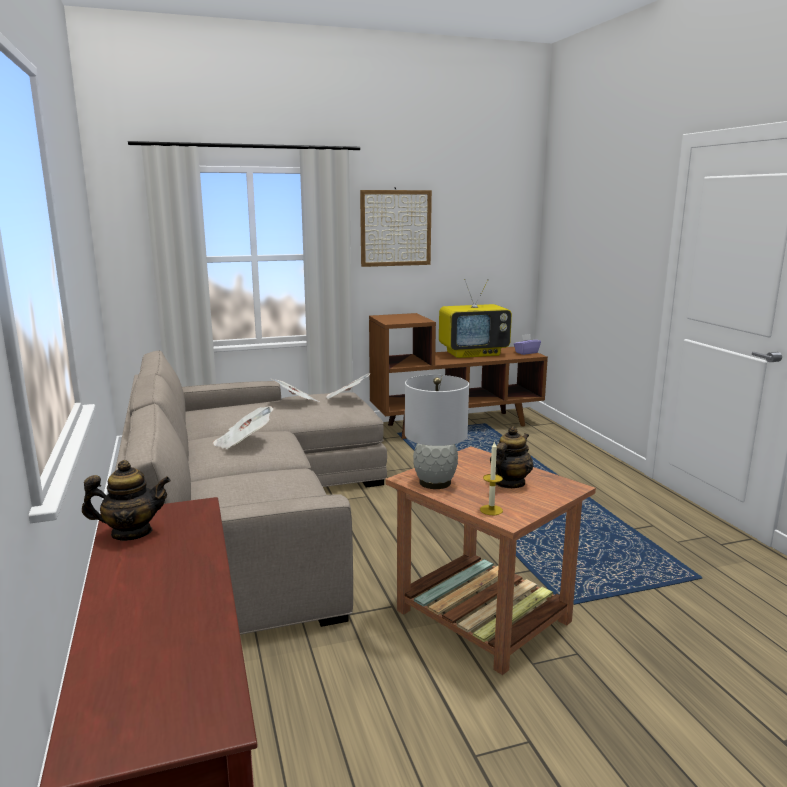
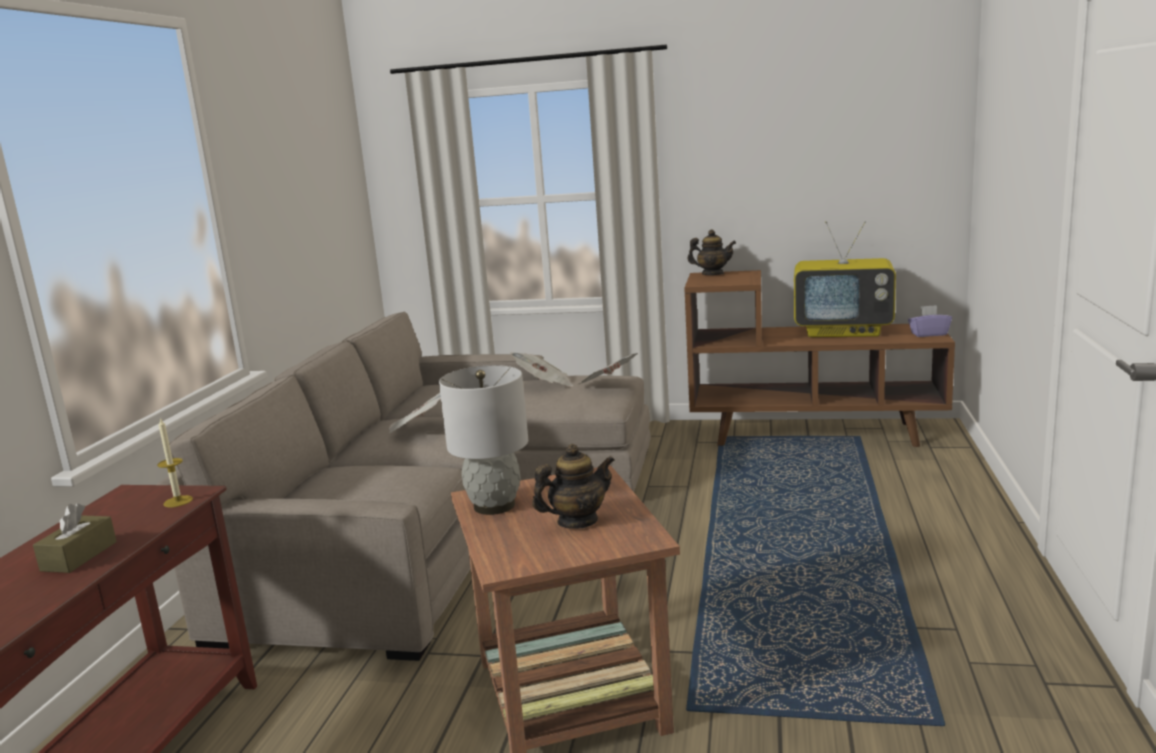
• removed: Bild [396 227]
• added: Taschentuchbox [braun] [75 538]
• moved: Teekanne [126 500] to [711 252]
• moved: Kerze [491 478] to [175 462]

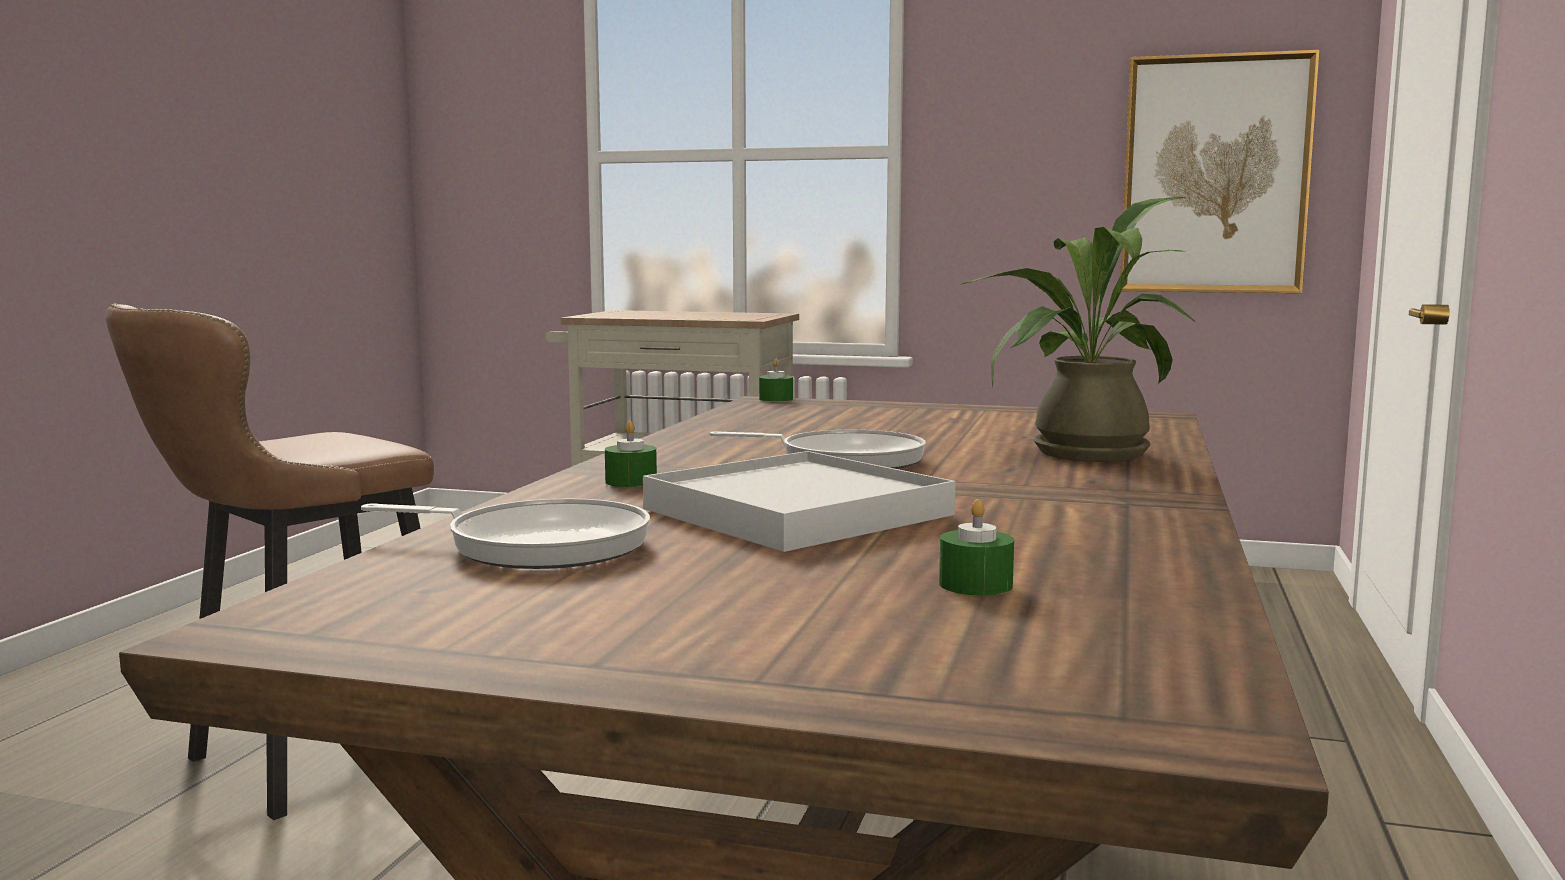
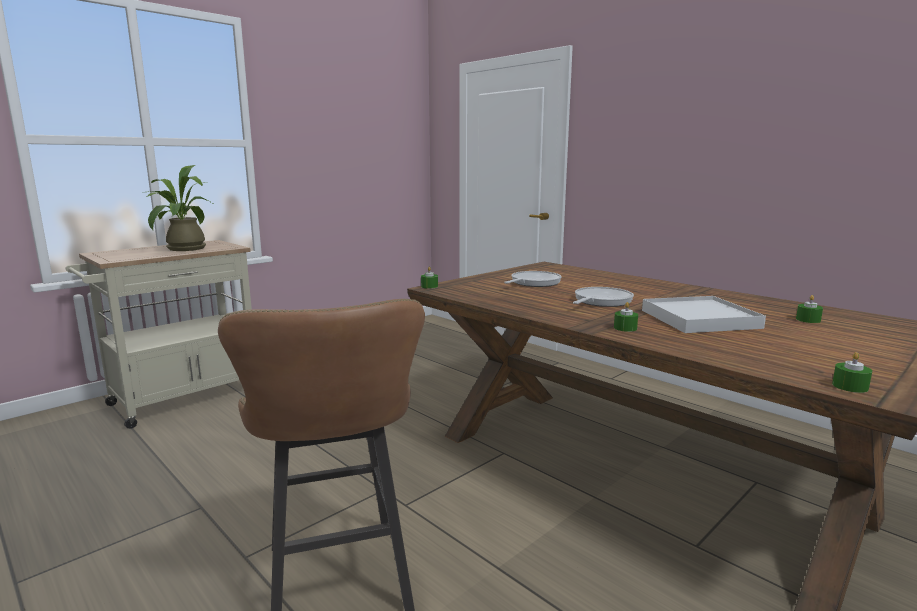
• removed: Bild [1219 171]
• added: Kerze [grün] [852 372]
• moved: Pfanne [505 534] to [533 279]
• moved: Topfpflanze [1077 329] to [179 208]

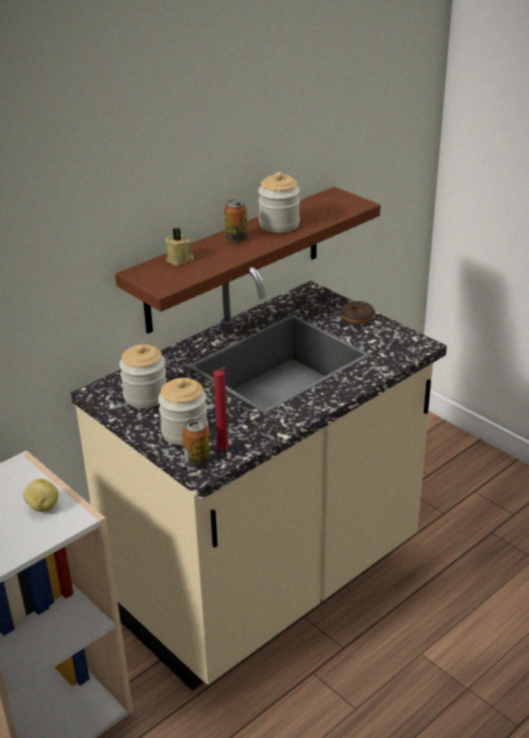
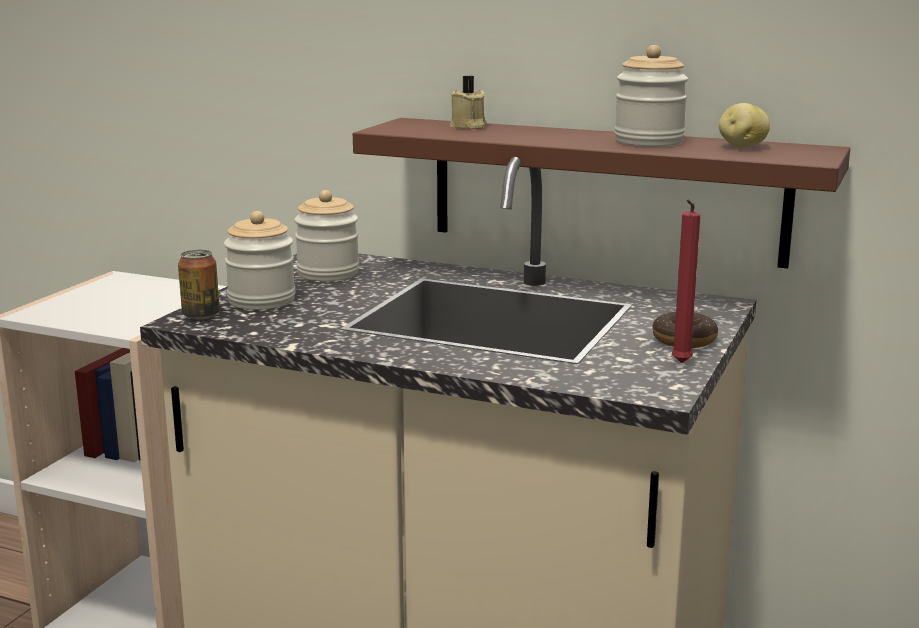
• removed: Dose [236 220]
• moved: Kartoffel [41 495] to [744 125]
• moved: Kerze [rot] [221 408] to [686 281]

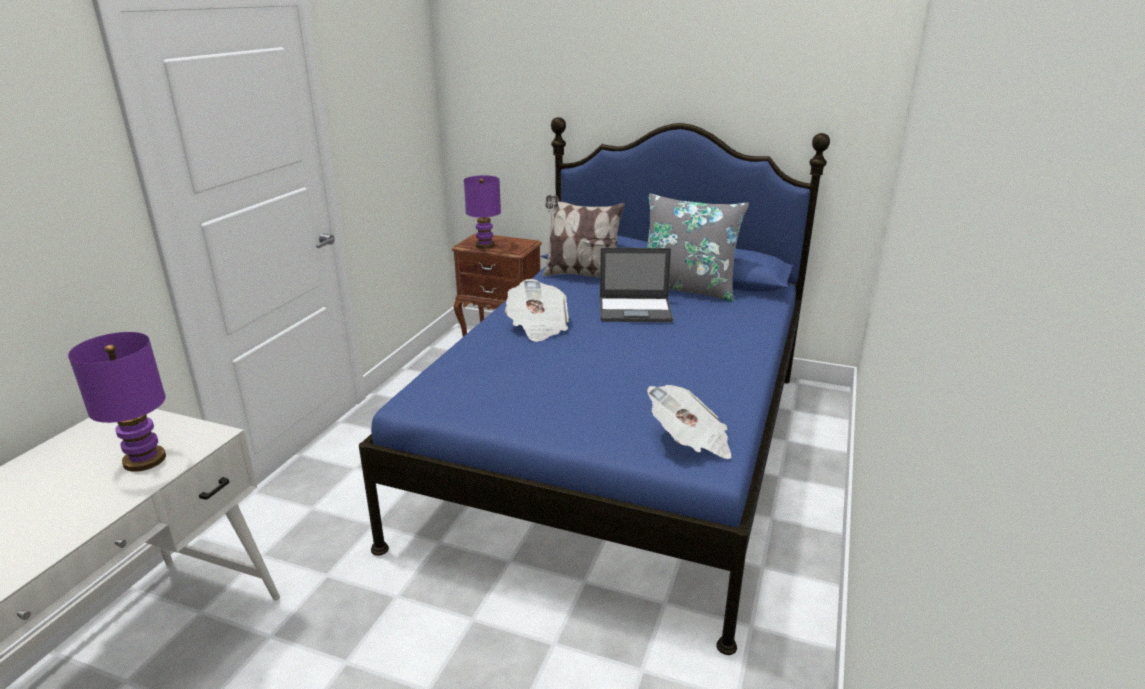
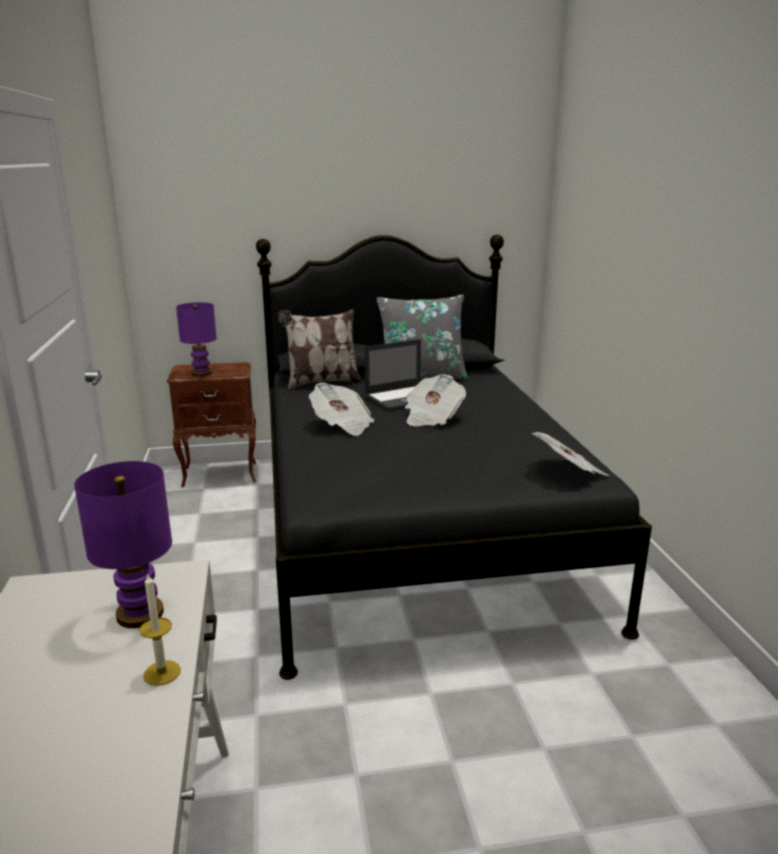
• added: Kerze [160 630]
• added: Zeitung [435 400]
• recoloured: Bett [blau] [594 386] to Bett [schwarz] [454 457]

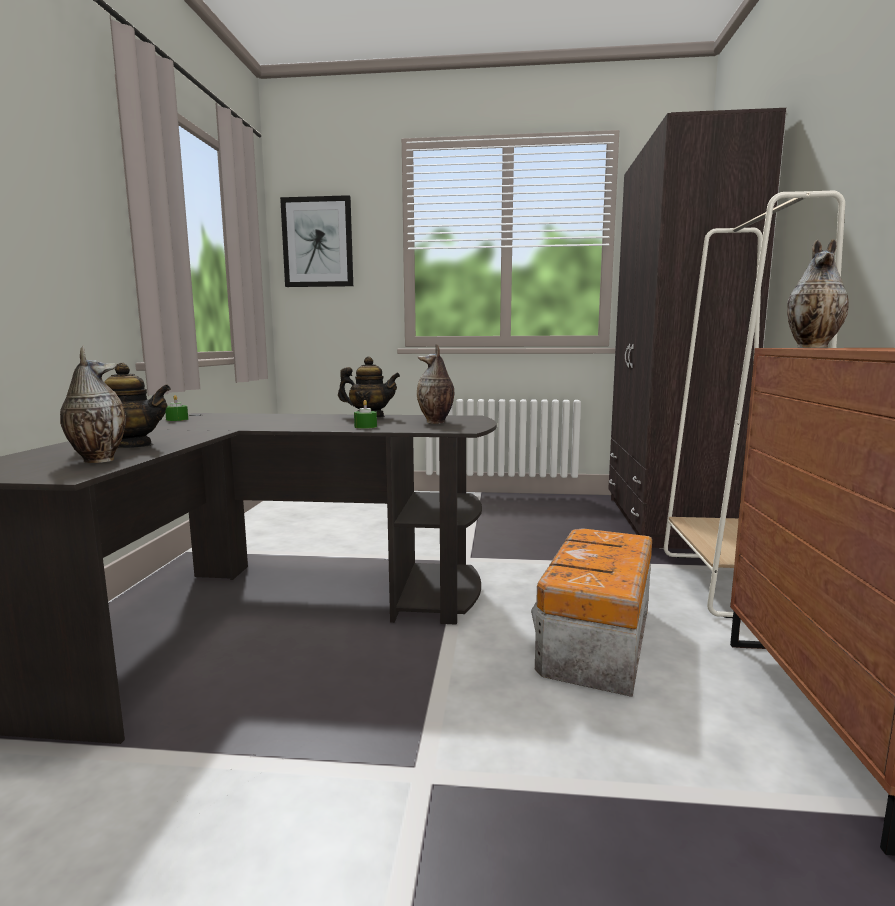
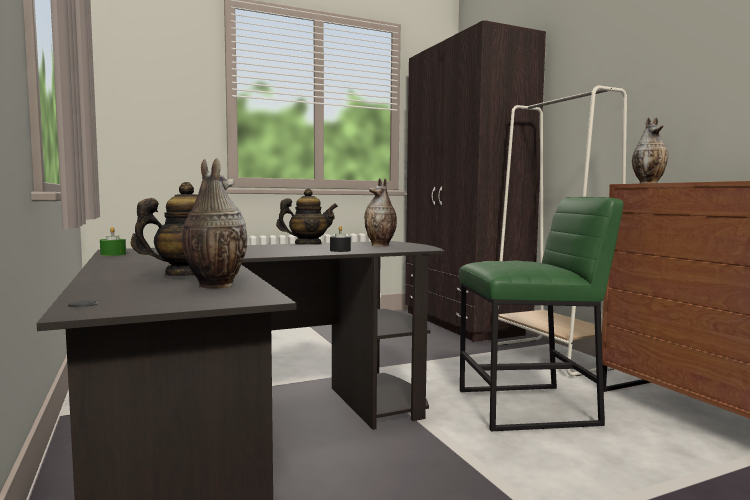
• removed: Bild [316 241]
• replaced: Aufbewahrungsbox [591 612] to Stuhl [grün] [541 314]
• recoloured: Kerze [grün] [365 414] to Kerze [schwarz] [340 239]

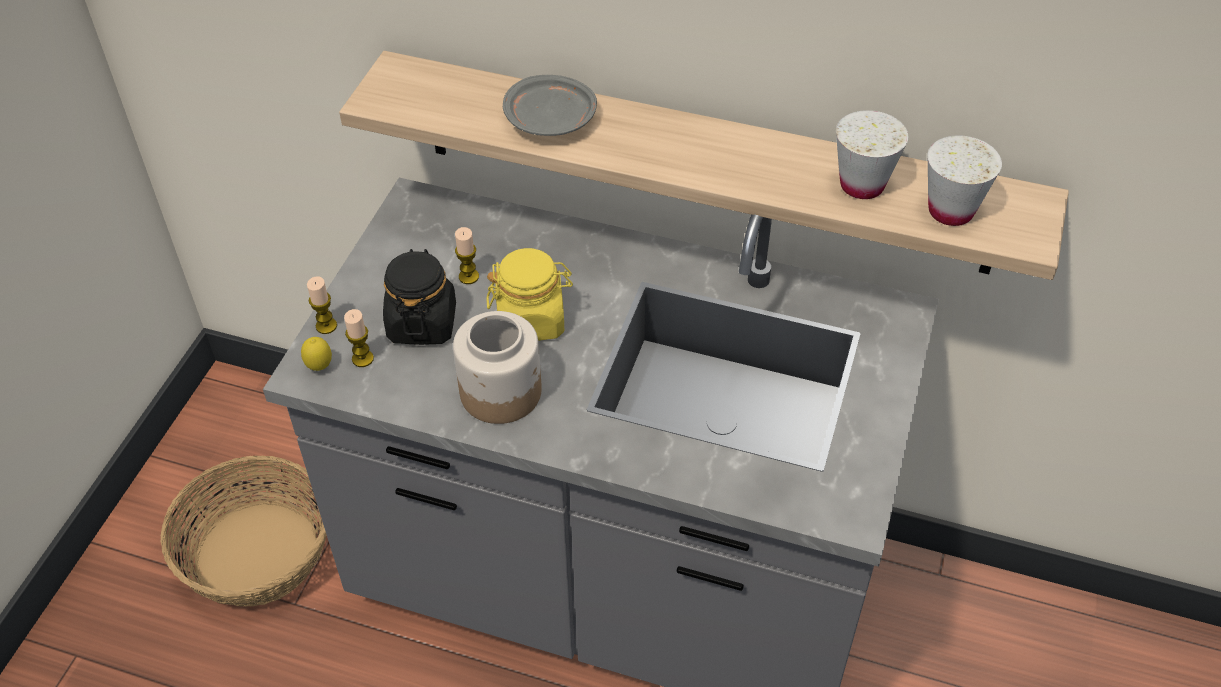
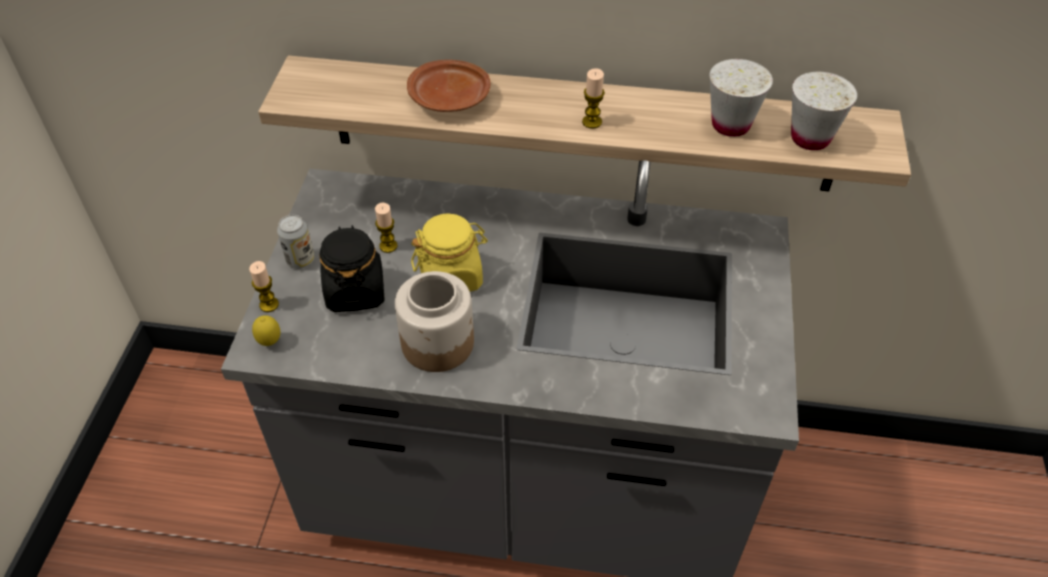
• removed: Korb [243 531]
• added: Dose [295 242]
• moved: Kerze [359 338] to [593 98]
• recoloured: Teller [grau] [550 105] to Teller [braun] [448 86]

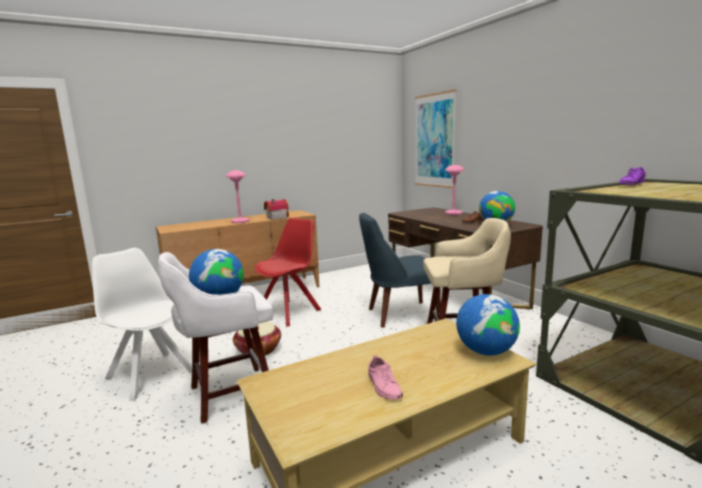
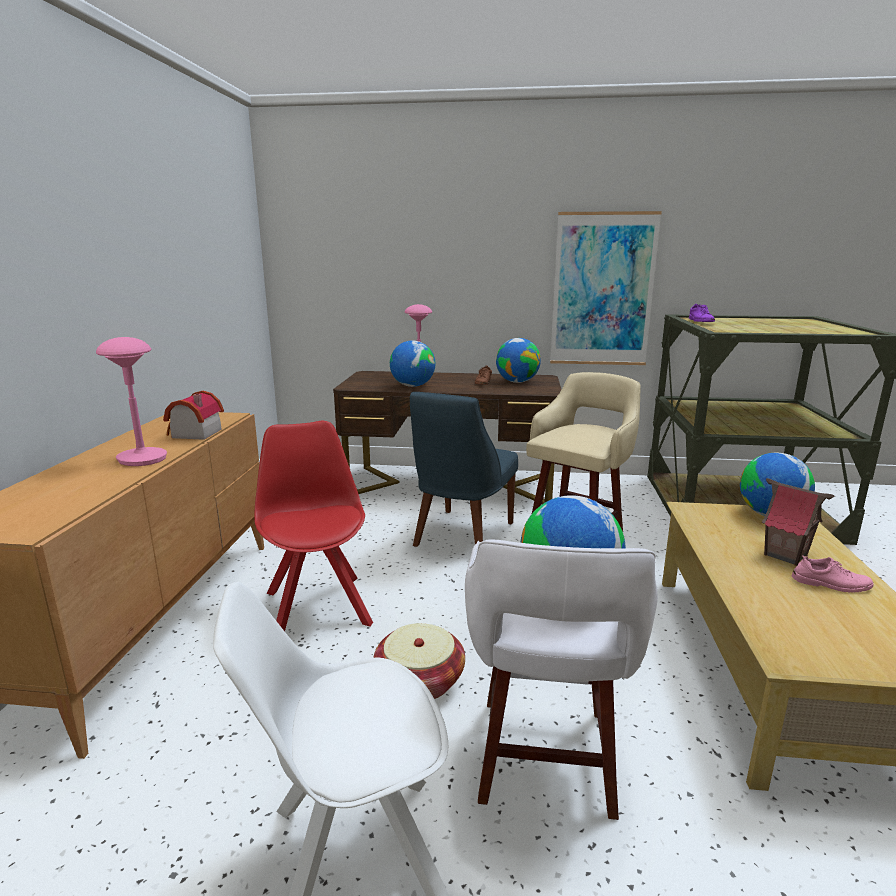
• added: Globus [412 364]
• added: Spielzeughaus [798 522]
• moved: Bild [436 138] to [606 288]

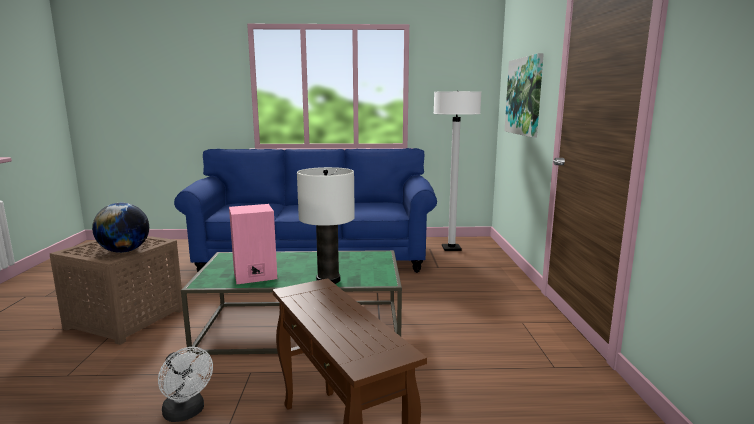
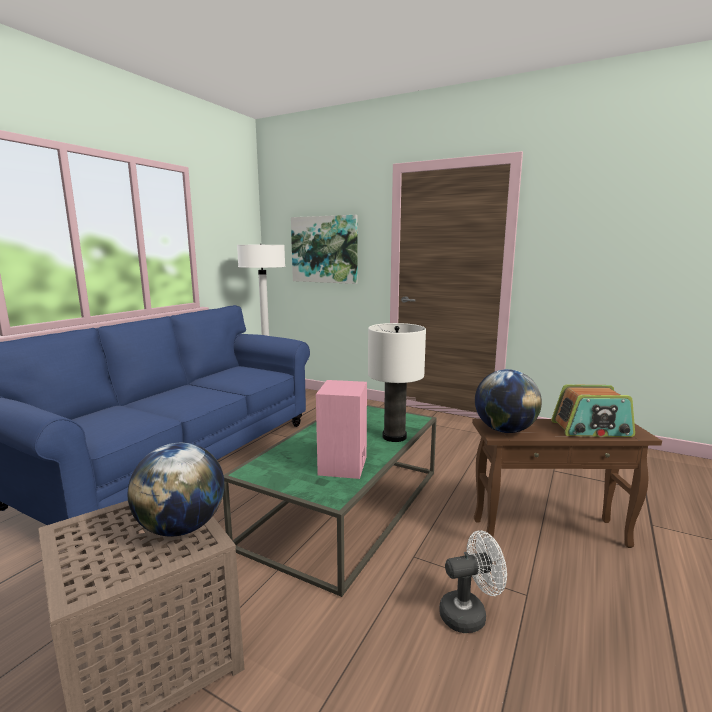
• added: Globus [508 401]
• added: Radio [593 410]

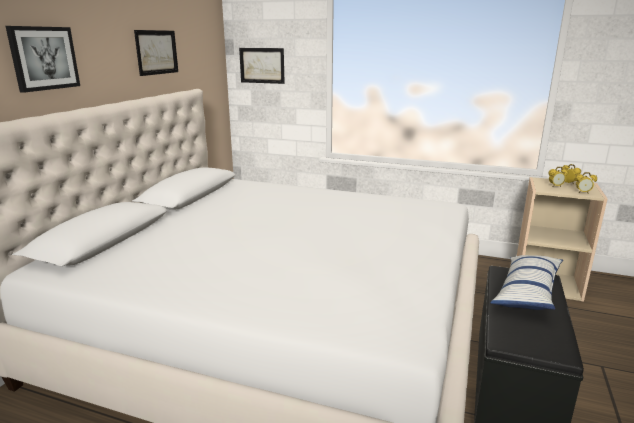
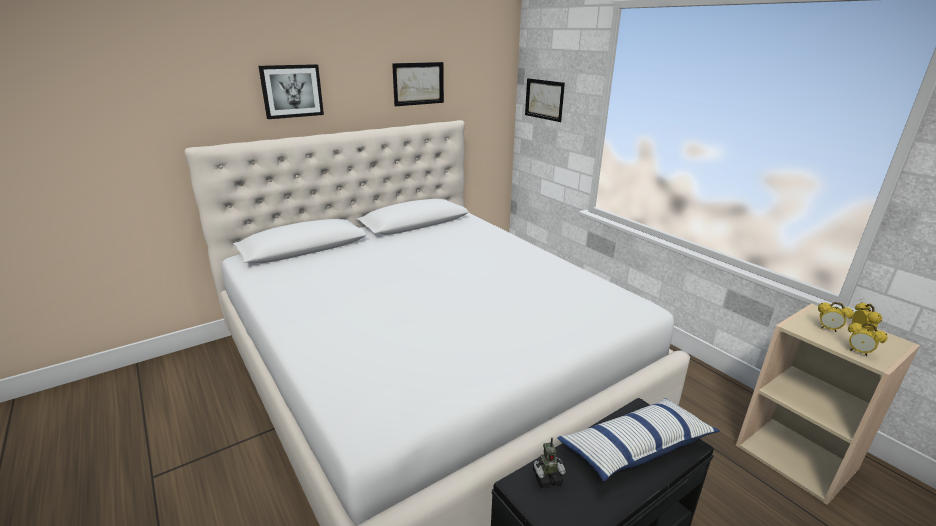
• added: Spielzeugroboter [549 462]

